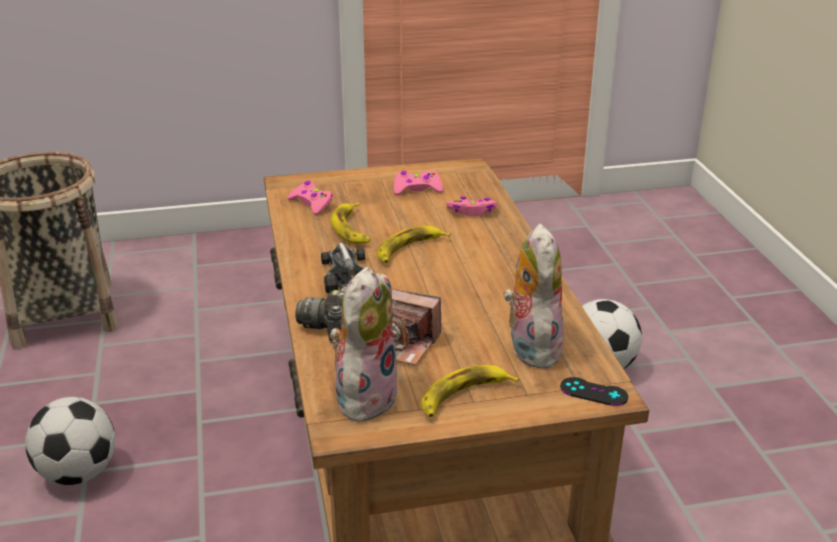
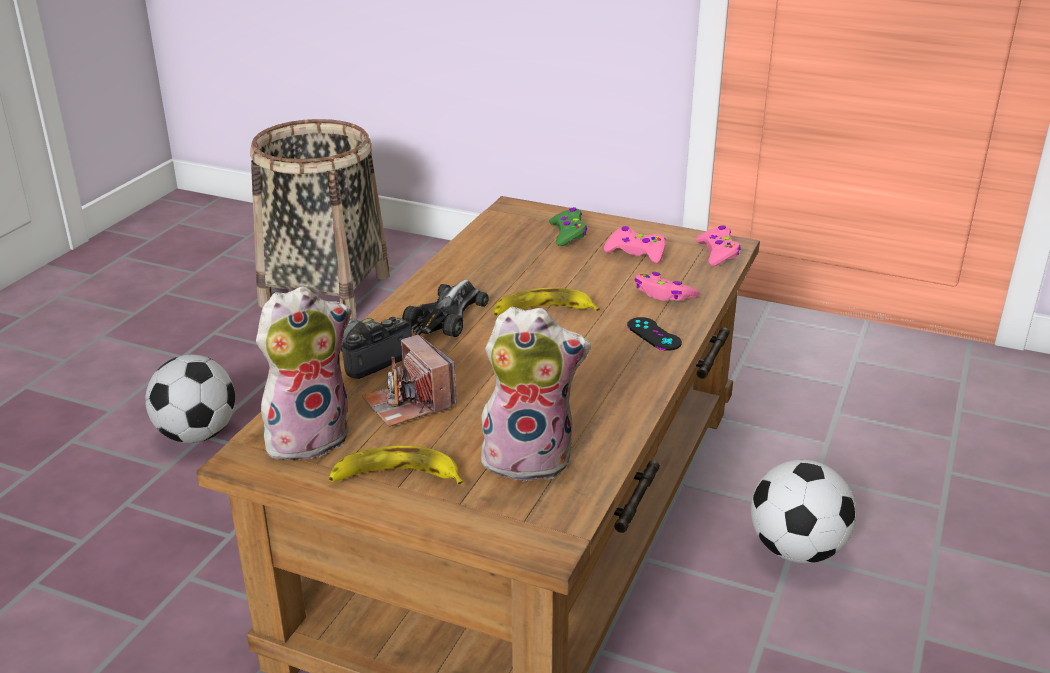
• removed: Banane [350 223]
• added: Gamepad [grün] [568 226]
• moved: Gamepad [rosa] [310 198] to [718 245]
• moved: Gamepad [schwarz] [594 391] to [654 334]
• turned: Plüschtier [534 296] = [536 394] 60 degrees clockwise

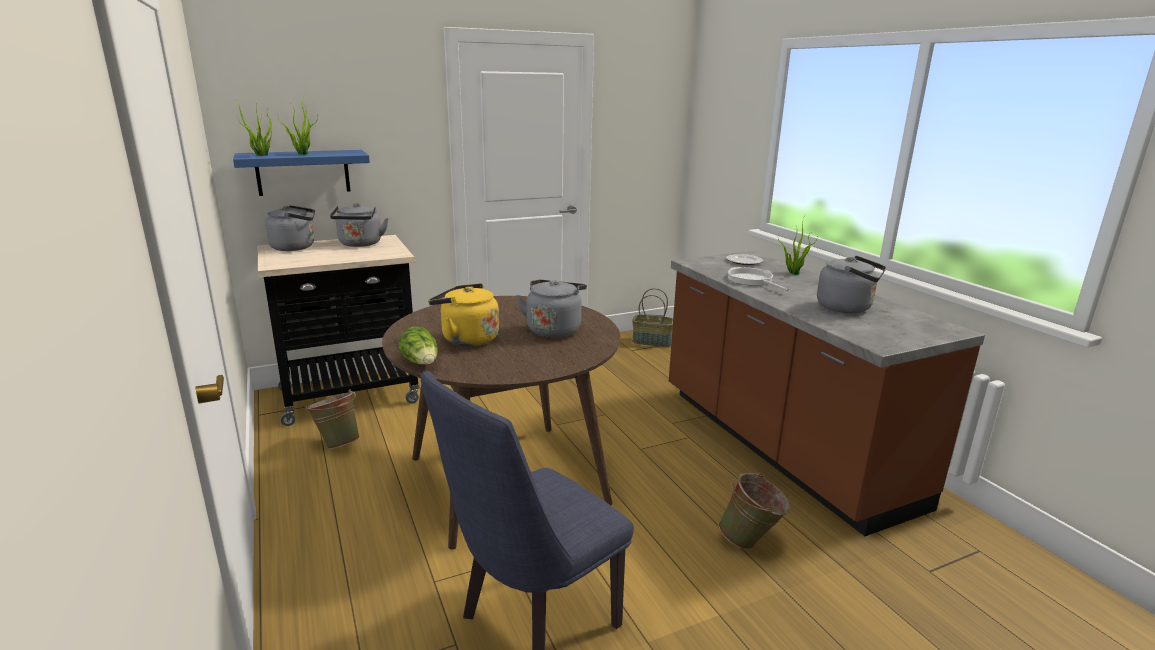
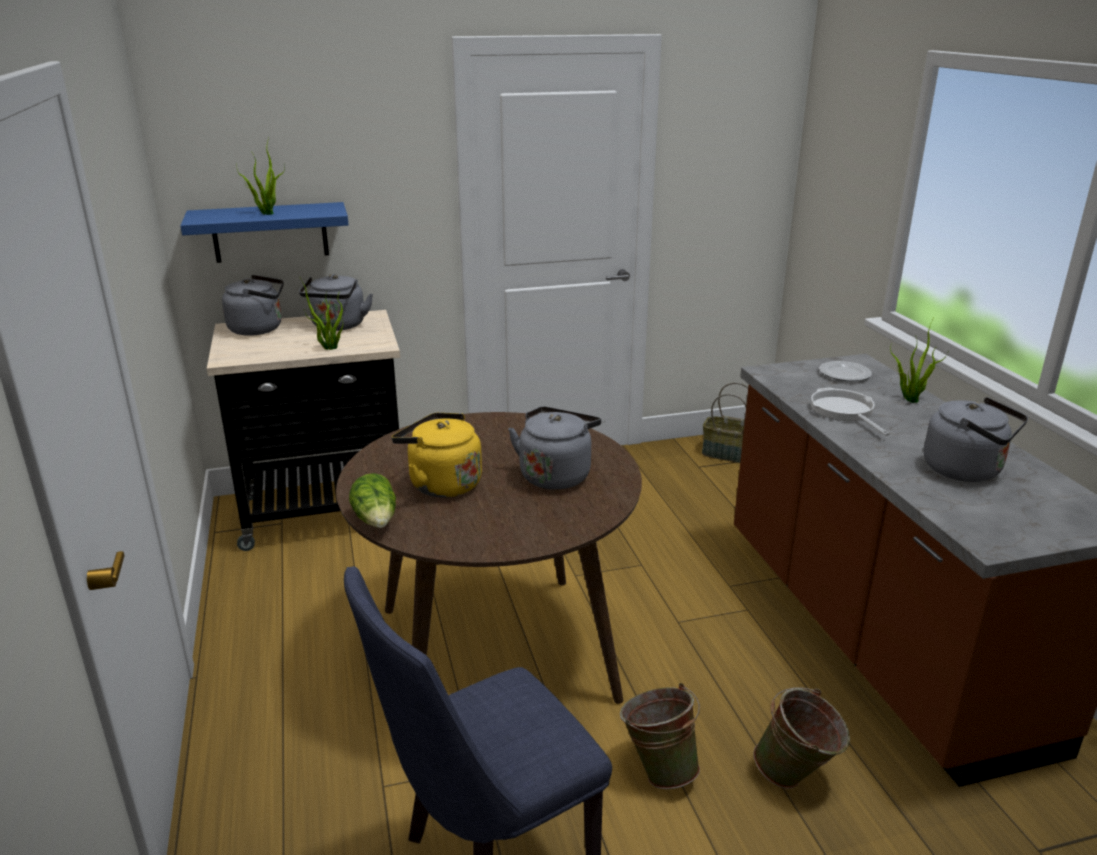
• moved: Topfpflanze [253 127] to [321 314]
• moved: Eimer [grün] [332 419] to [660 736]

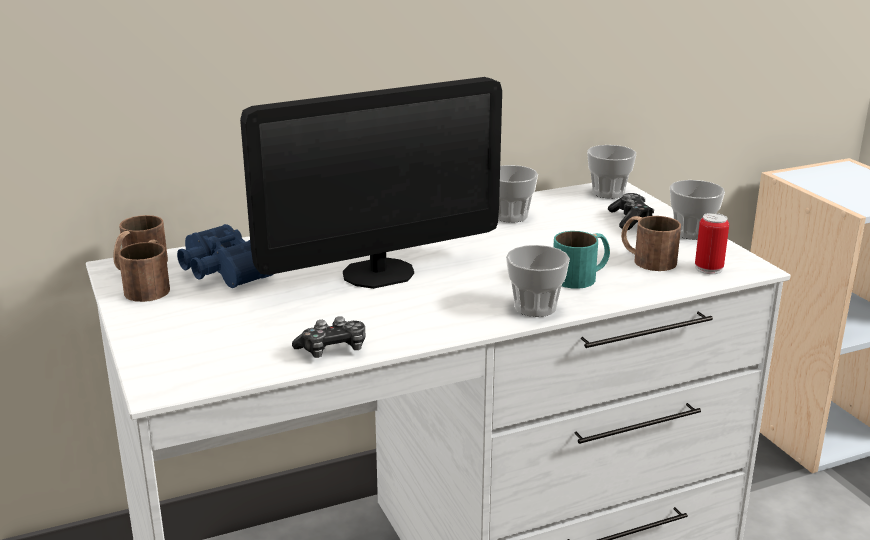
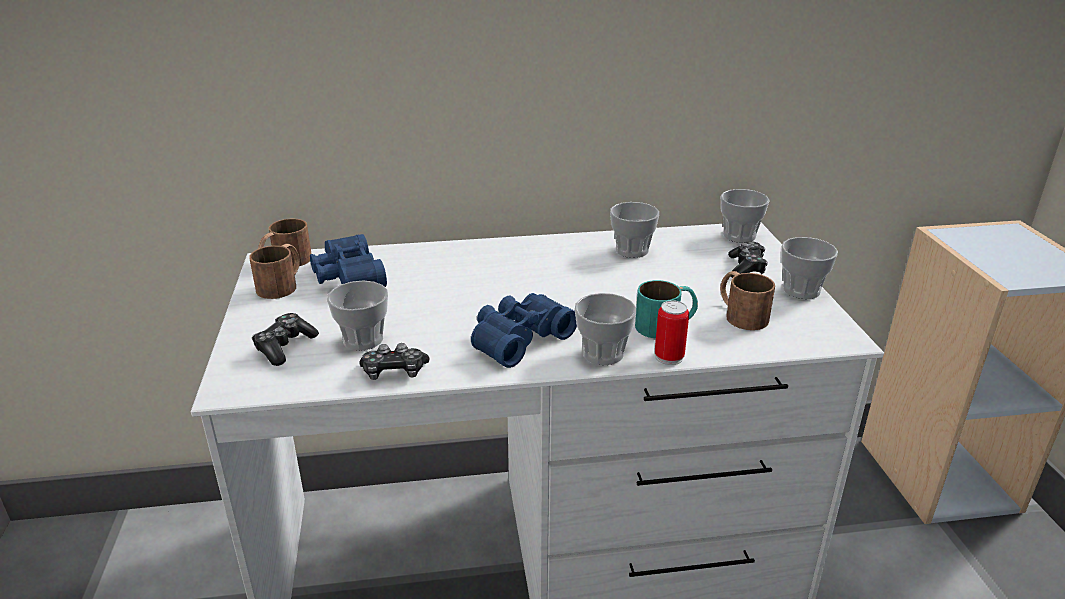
• removed: Monitor [371 183]
• added: Gamepad [285 339]
• added: Tasse [357 316]
• added: Fernglas [blau] [524 330]
• moved: Dose [712 243] to [672 332]

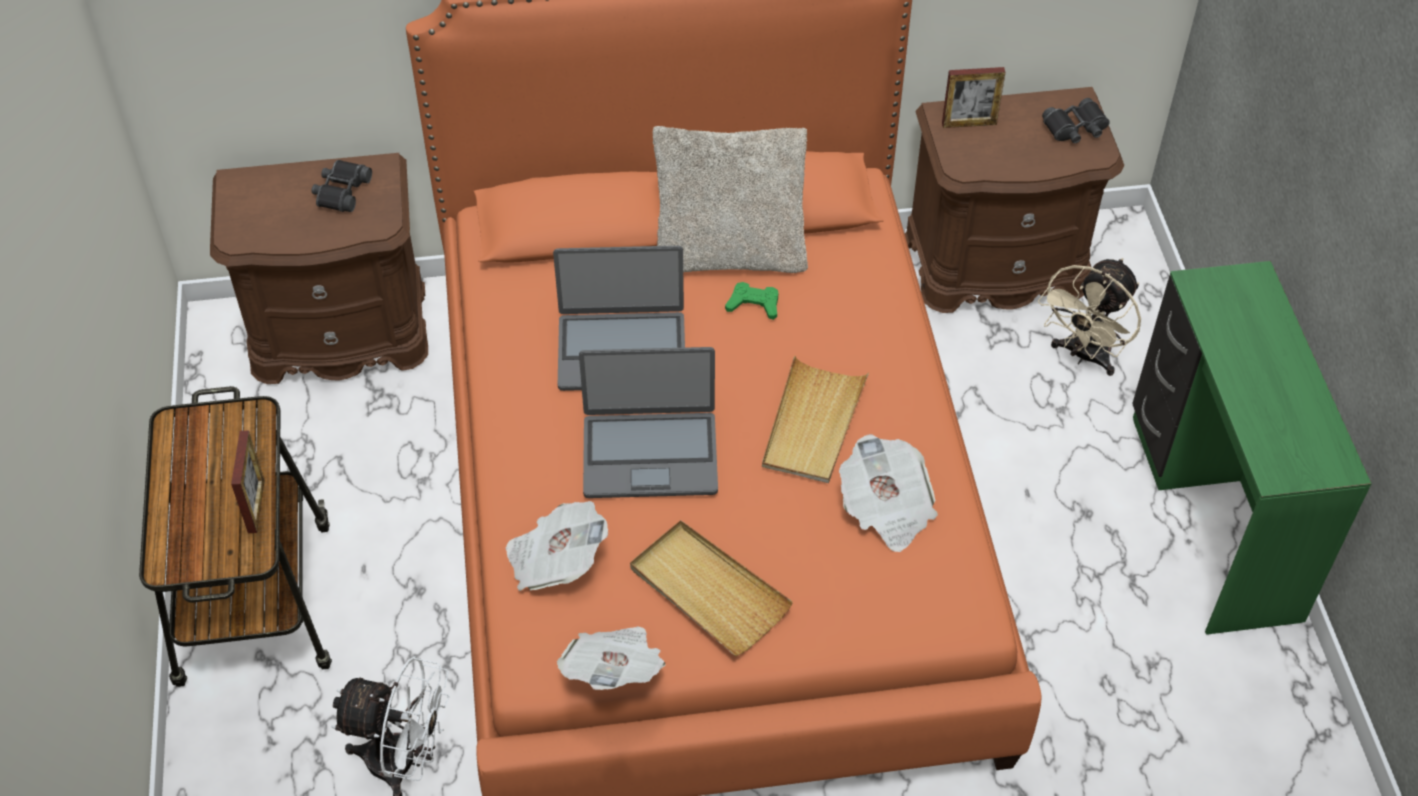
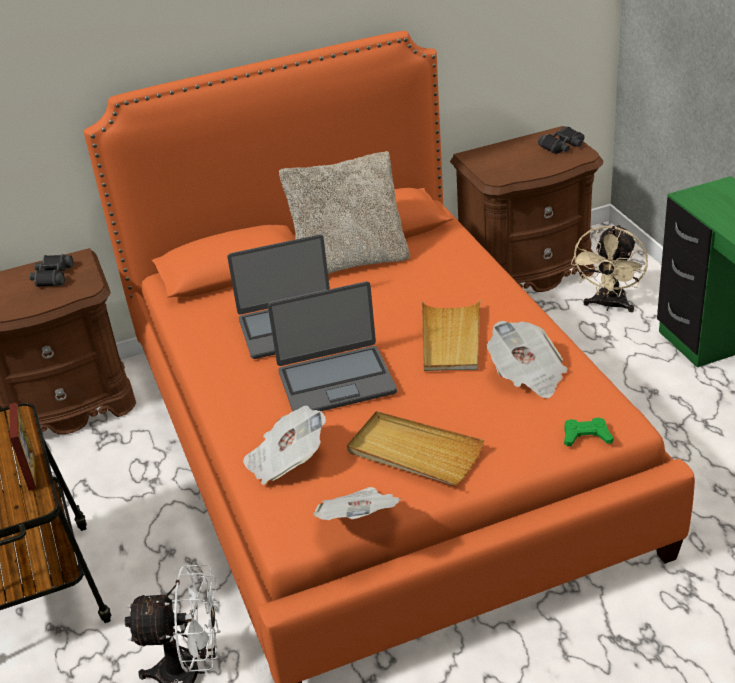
• removed: Bilderrahmen [973 97]
• moved: Gamepad [grün] [751 301] to [589 432]

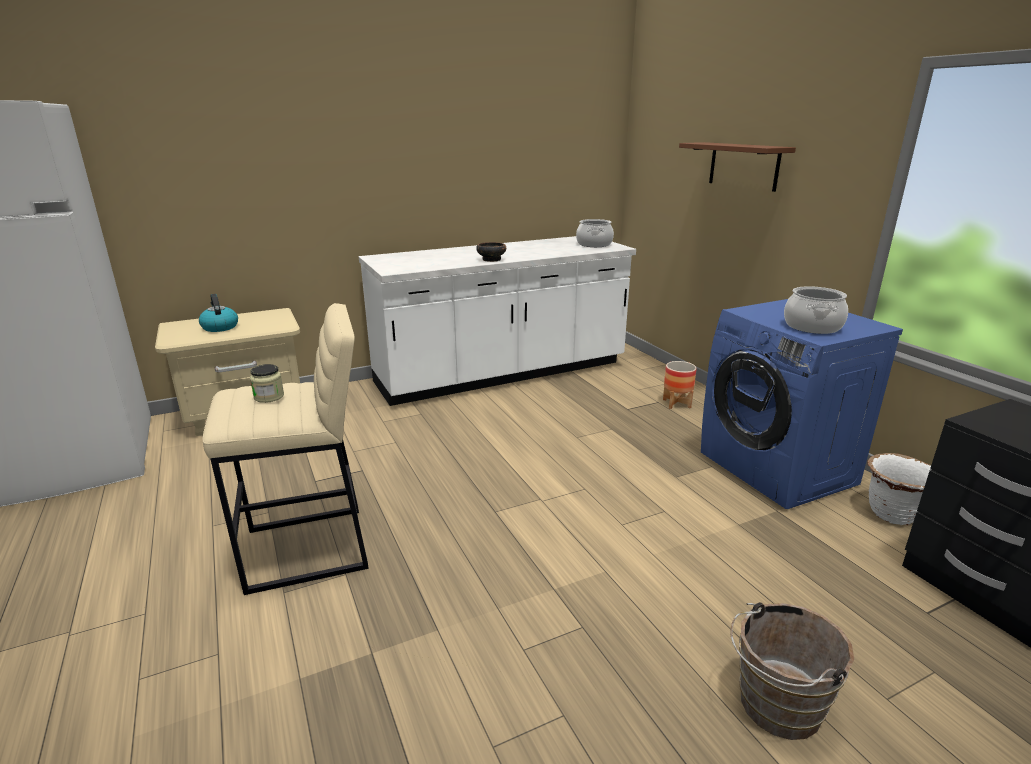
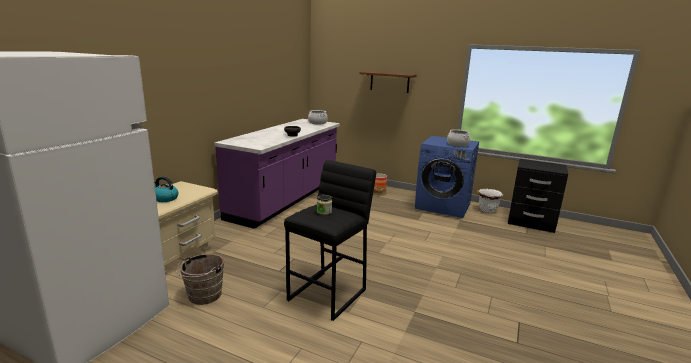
• moved: Eimer [braun] [792 671] to [200 279]
• recoloured: Hocker [beige] [285 449] to Hocker [schwarz] [330 240]
• recoloured: Küchenzeile [weiß] [497 321] to Küchenzeile [lila] [277 174]

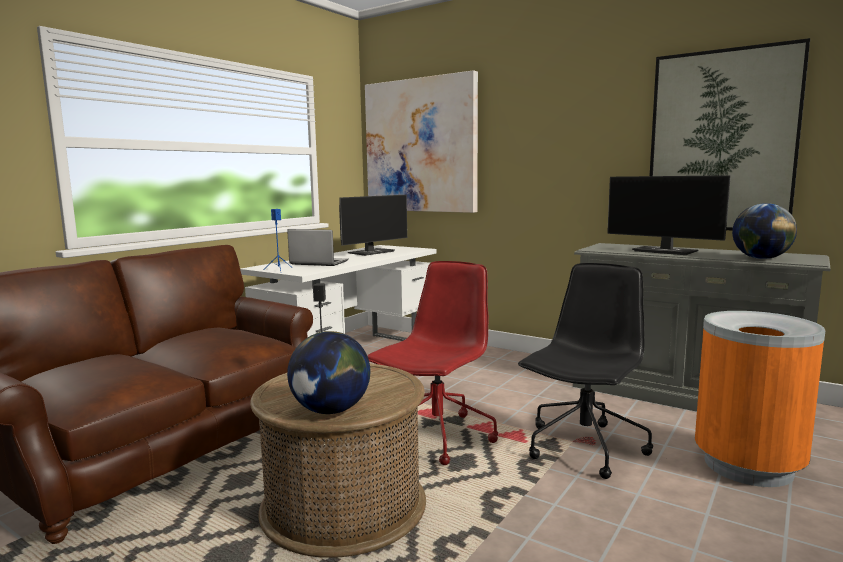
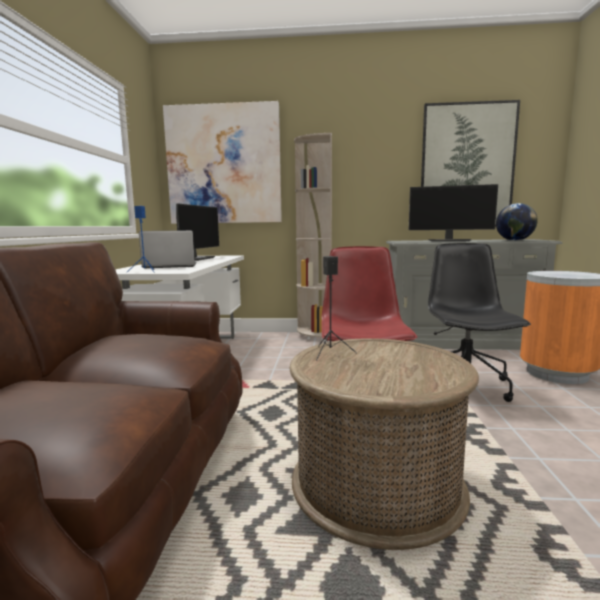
• removed: Globus [328 372]
• added: Bücherregal [beige] [313 237]

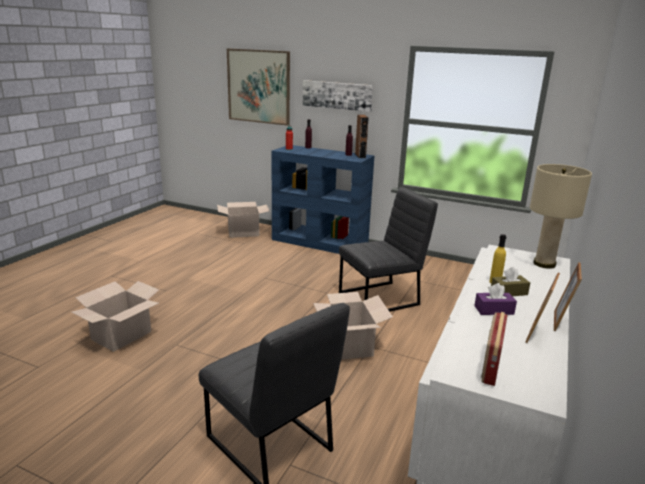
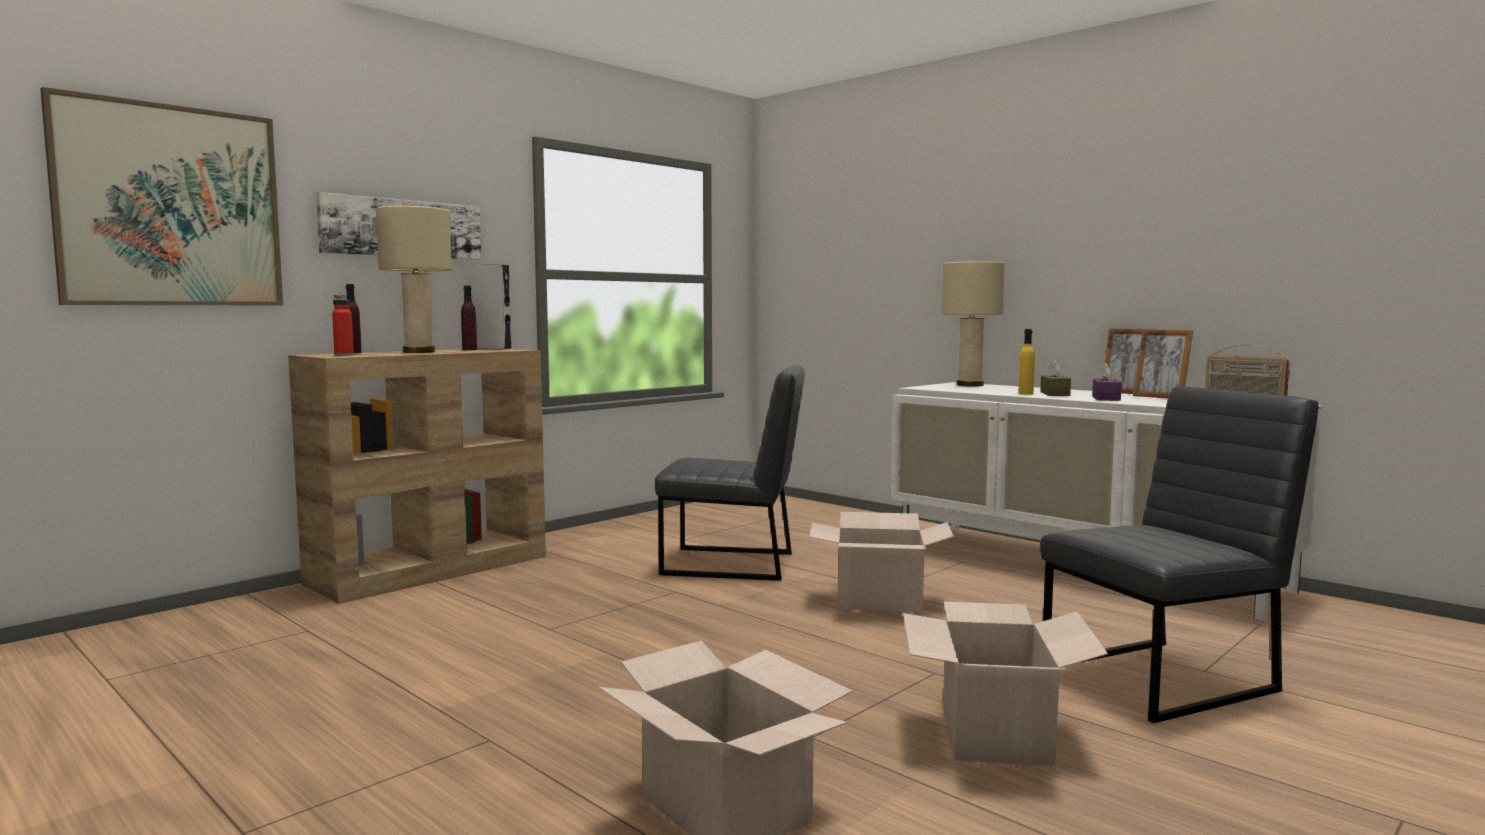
• added: Tischlampe [beige] [414 279]
• moved: Karton [243 220] to [1005 684]
• recoloured: Bücherregal [blau] [323 199] to Bücherregal [braun] [417 476]
• recoloured: Lautsprecher [braun] [362 136] to Lautsprecher [grau] [488 307]
• turned: Stuhl [grau] [388 249] = [730 473] 105 degrees clockwise

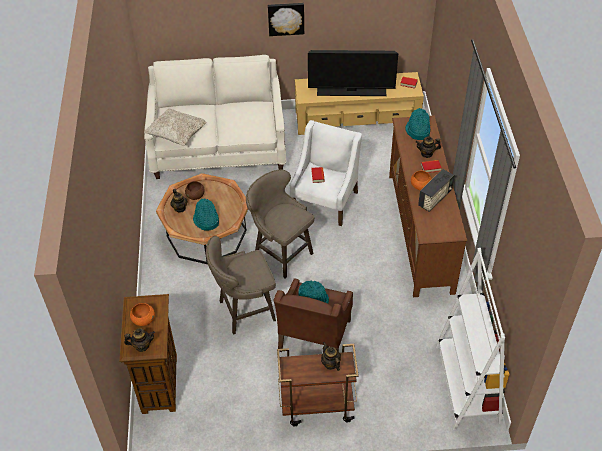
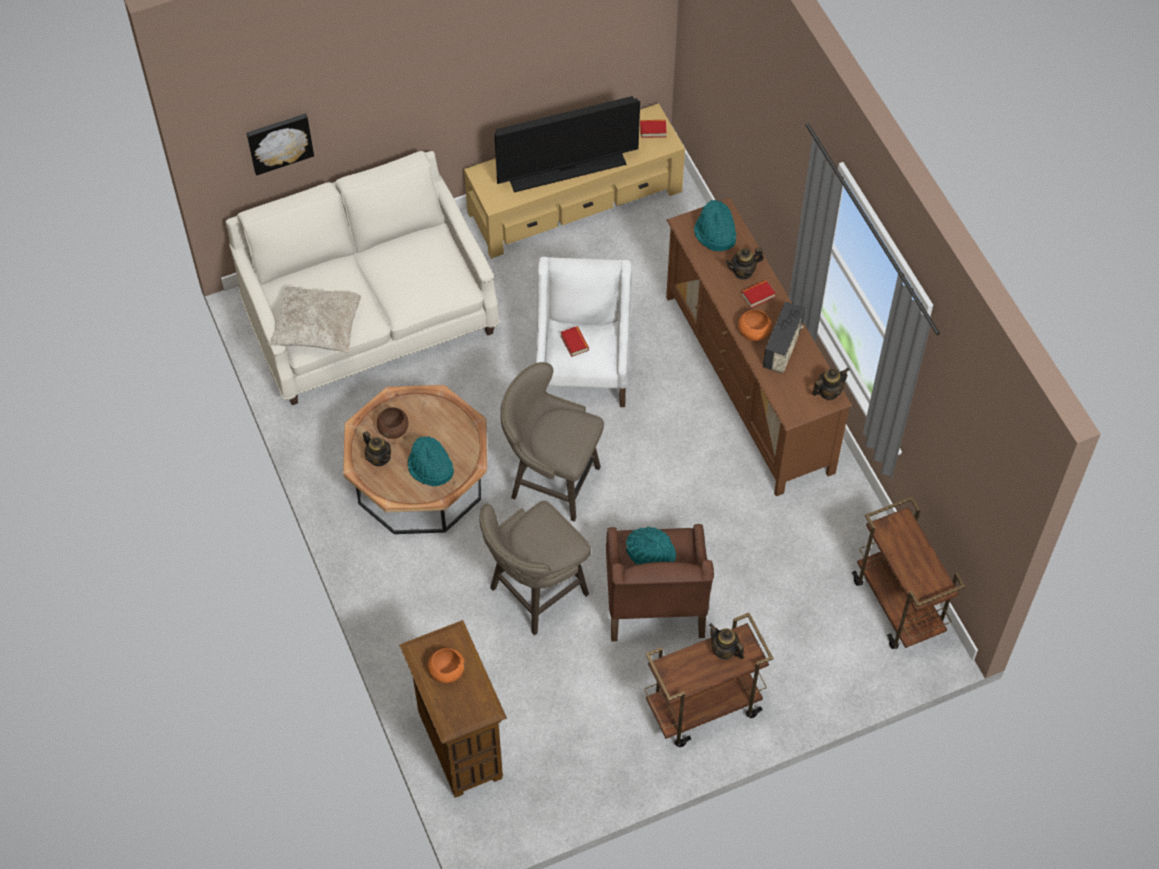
• moved: Teekanne [139 340] to [831 384]
• moved: Bild [286 19] to [280 144]
• replaced: Bücherregal [weiß] [472 339] to Rollwagen [braun] [909 572]

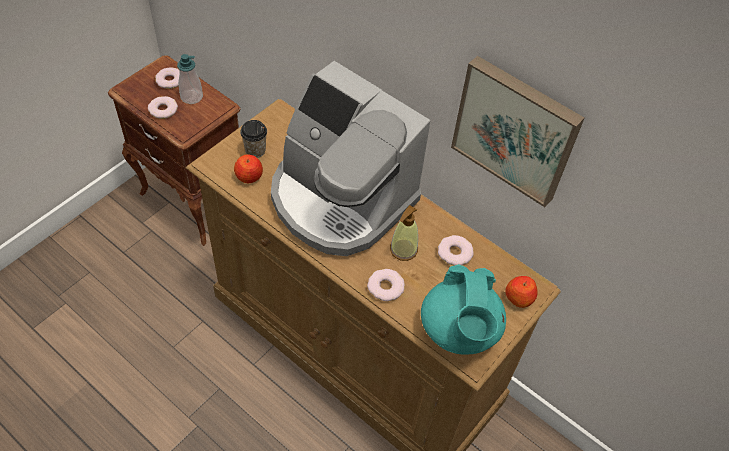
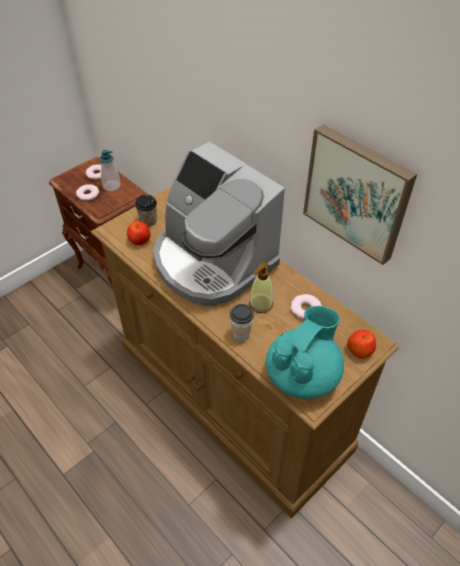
• replaced: Donut [386 285] to Tasse [242 322]
• turned: Teekanne [türkis] [463 309] = [305 352] 150 degrees counterclockwise

